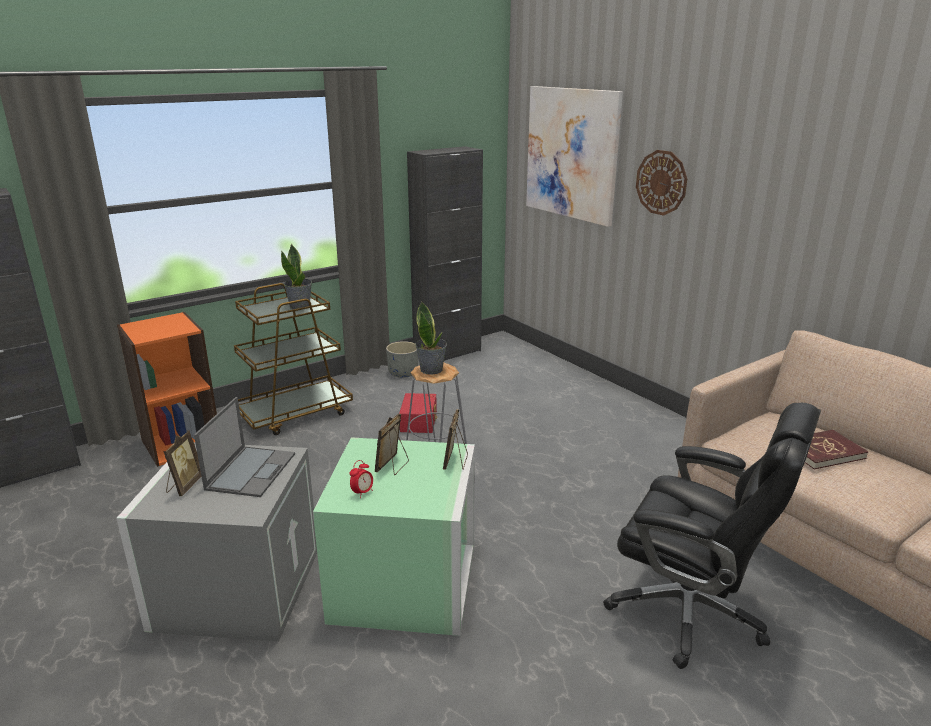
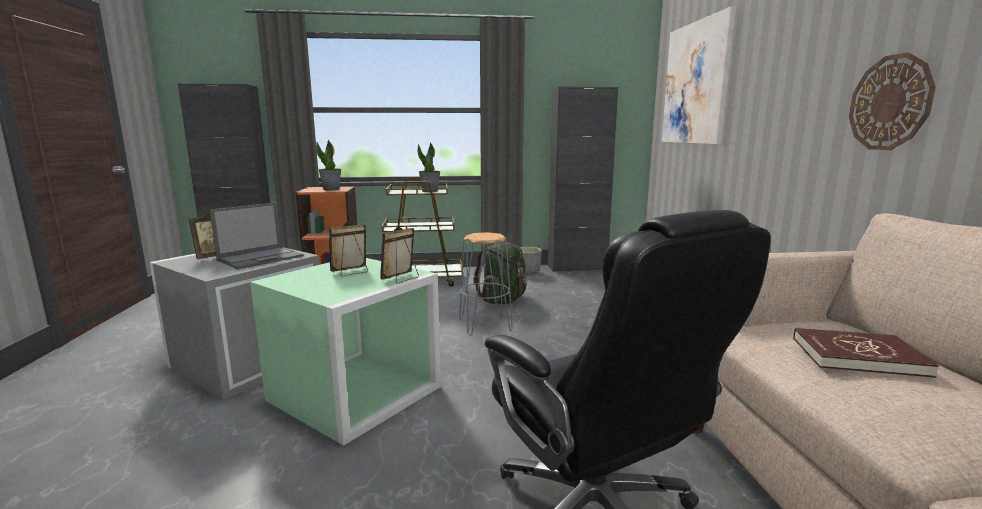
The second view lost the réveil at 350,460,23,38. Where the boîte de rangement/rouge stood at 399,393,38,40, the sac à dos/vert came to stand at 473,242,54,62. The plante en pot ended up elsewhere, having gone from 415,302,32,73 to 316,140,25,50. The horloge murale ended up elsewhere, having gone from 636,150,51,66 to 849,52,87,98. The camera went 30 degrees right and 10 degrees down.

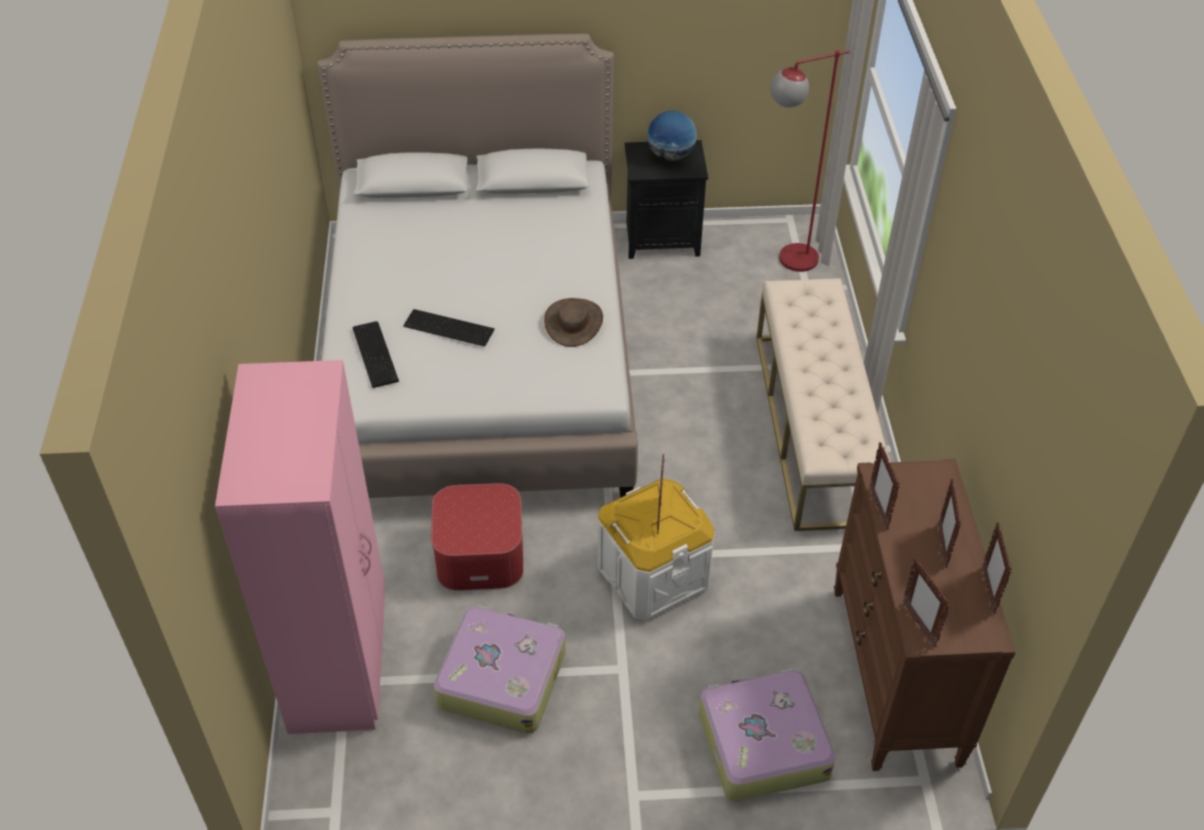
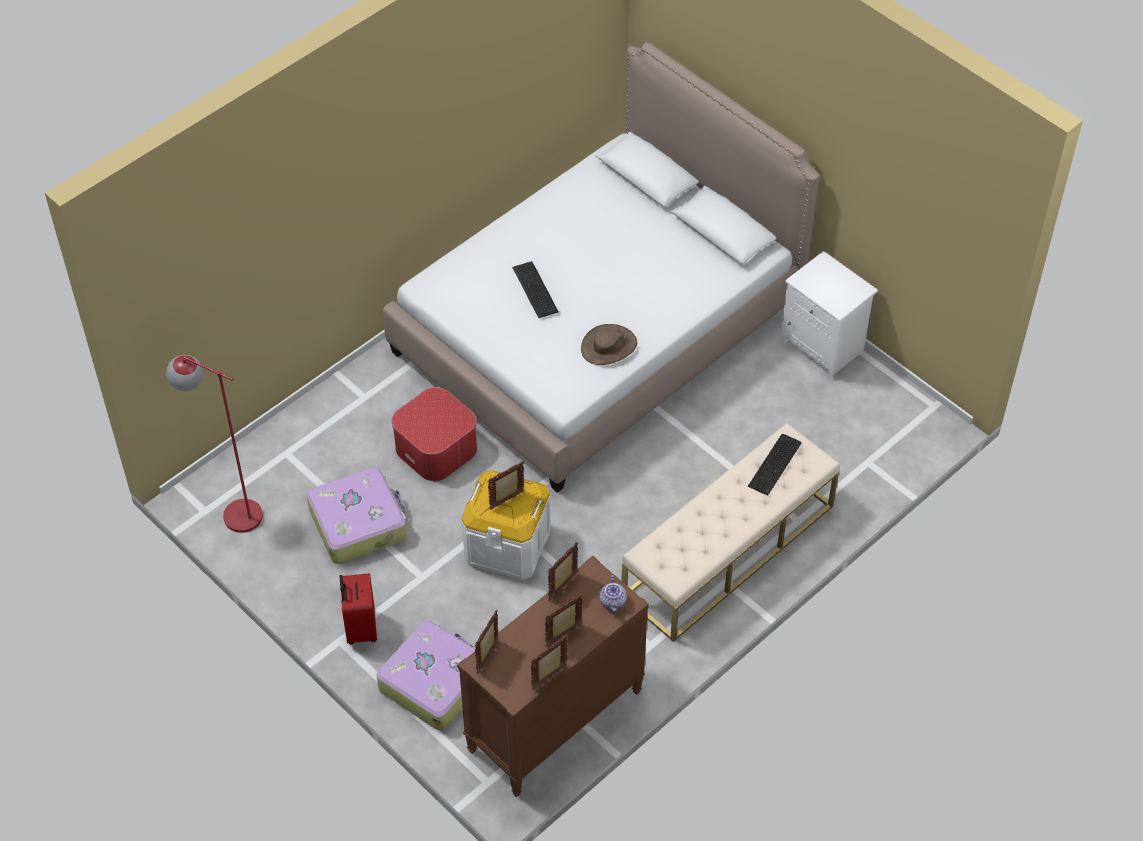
The second view lost the armoire/rose at 215,360,170,374. The clavier ended up elsewhere, having gone from 352,321,47,67 to 748,434,54,62. What was the table de chevet/noir at 625,140,83,119 turned into the table de chevet/blanc at 780,251,98,129. The second view lost the globe at 648,111,49,50. The lampadaire/rouge ended up elsewhere, having gone from 771,50,79,222 to 166,355,97,178. The second view gained the valise/rouge at 339,573,38,72. The second view gained the théière at 600,575,27,38. The camera went 50 degrees right and 5 degrees up.

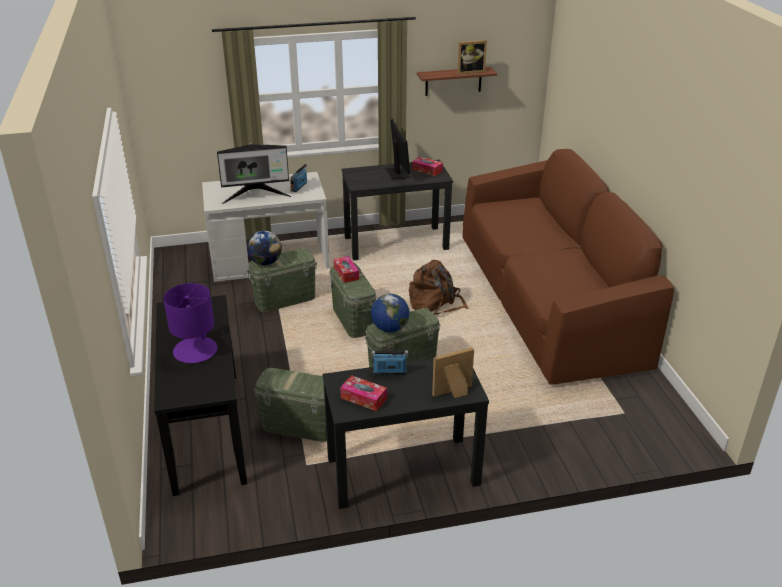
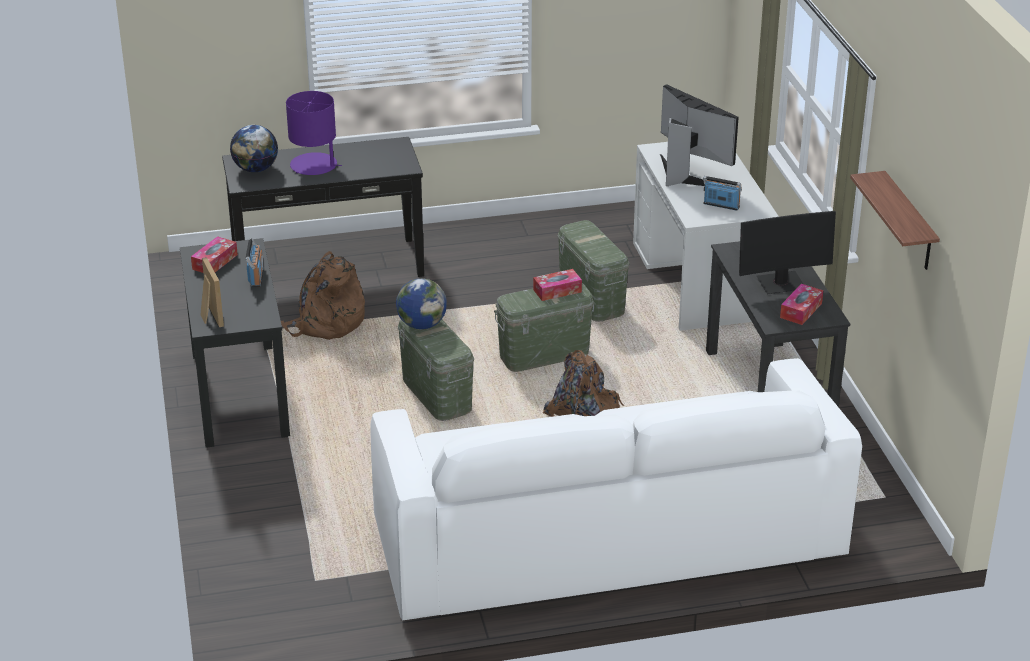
The écran d'ordinateur at 217,143,75,61 ended up facing another way, 150 degrees clockwise from before. The globe ended up elsewhere, having gone from 247,231,35,34 to 230,125,48,47. Where the boîte de rangement/vert stood at 254,368,73,74, the sac à dos/marron came to stand at 281,251,84,89. The second view lost the cadre photo at 457,40,30,34. What was the canapé/marron at 462,149,212,236 turned into the canapé/blanc at 370,358,492,262. The camera went 90 degrees right and 0 degrees up.

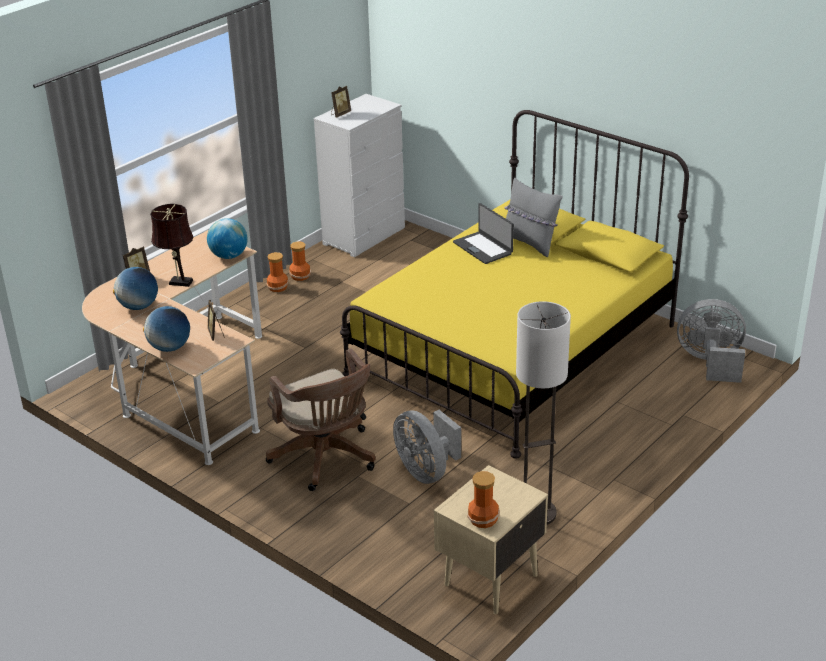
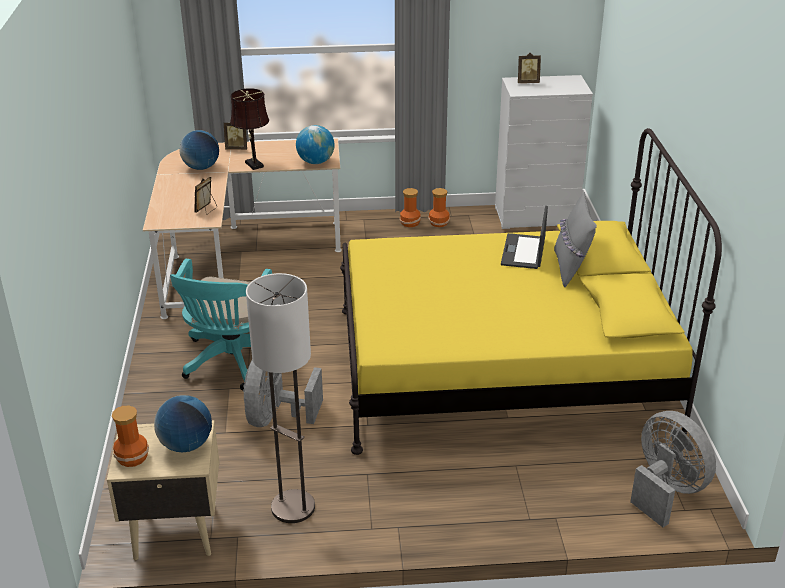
The globe ended up elsewhere, having gone from 143,306,47,46 to 154,395,58,57. What was the chaise de bureau/marron at 266,348,110,143 turned into the chaise de bureau/turquoise at 170,259,102,132. The camera went 45 degrees right and 0 degrees up.

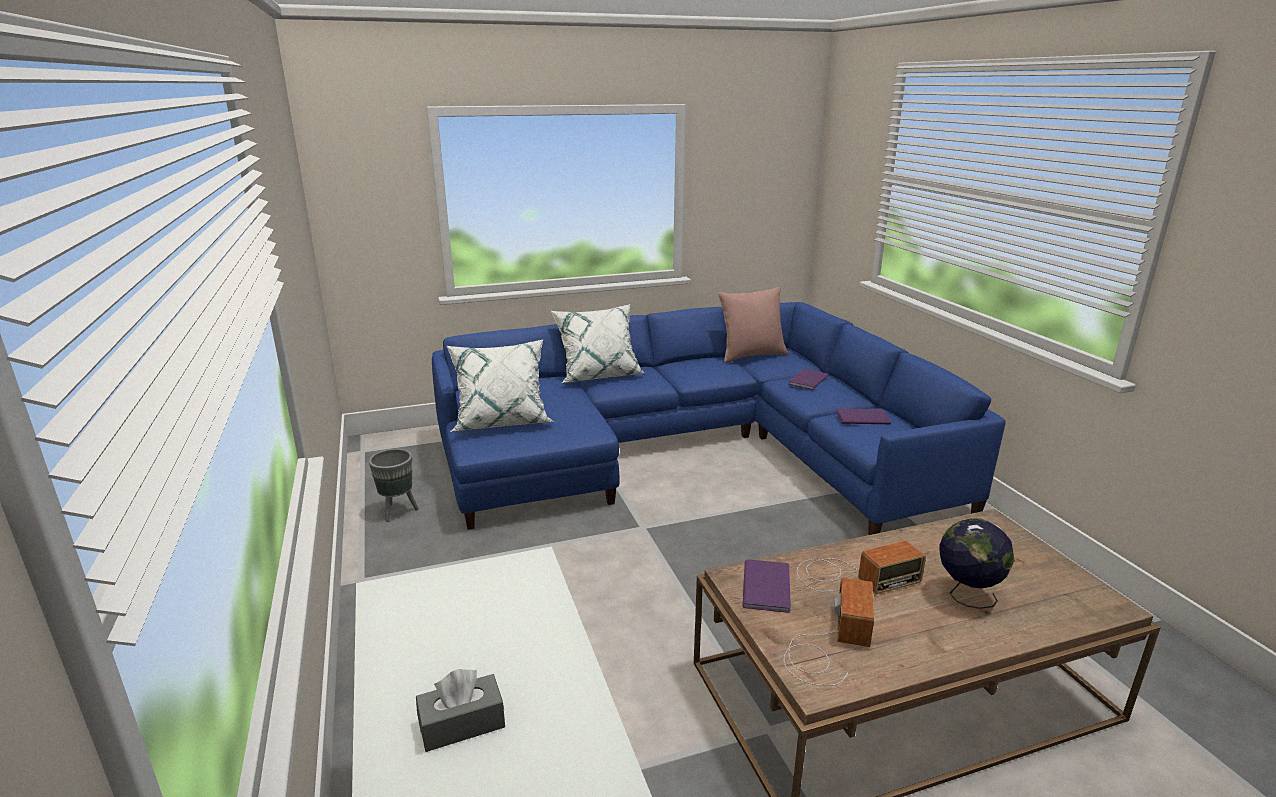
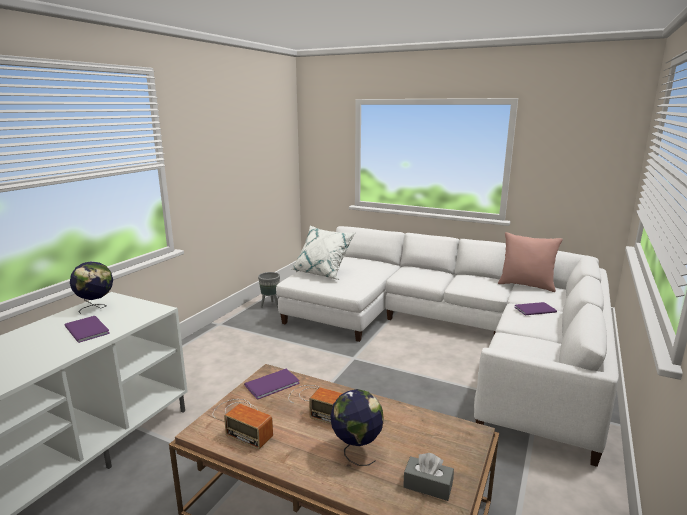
The boîte à mouchoirs/gris ended up elsewhere, having gone from 416,669,89,83 to 403,453,51,48. What was the canapé/bleu at 432,302,574,233 turned into the canapé/blanc at 276,226,343,241. The second view lost the coussin/blanc at 551,304,94,79. The radio at 784,577,90,109 ended up facing another way, 60 degrees clockwise from before. The livre/violet ended up elsewhere, having gone from 836,409,55,15 to 65,316,45,27. The second view gained the globe at 70,261,43,53. The camera went 45 degrees right and 5 degrees down.

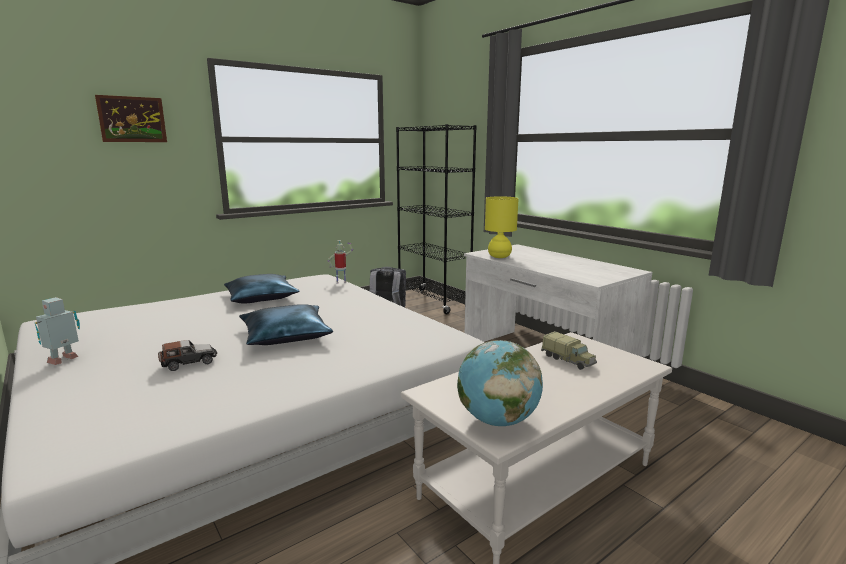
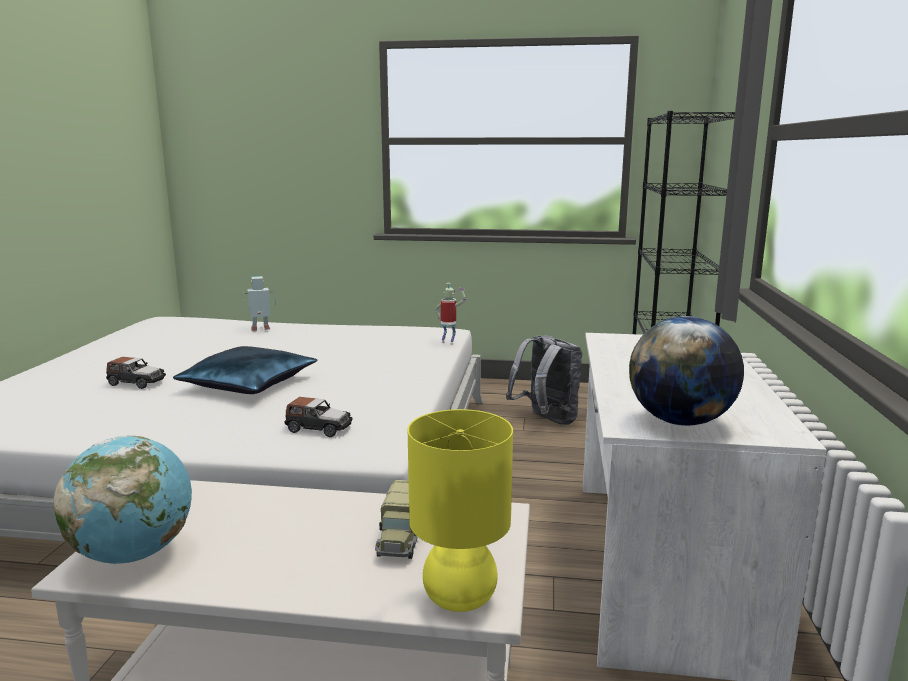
The robot jouet ended up elsewhere, having gone from 35,297,45,68 to 243,276,33,55. The second view lost the tableau at 95,95,72,47. The second view lost the coussin/bleu at 224,274,76,29. The lampe de table/jaune ended up elsewhere, having gone from 485,196,34,62 to 408,409,105,203. The second view gained the petite voiture at 284,397,69,40. The second view gained the globe at 629,316,115,110. The camera went 45 degrees right and 0 degrees up.

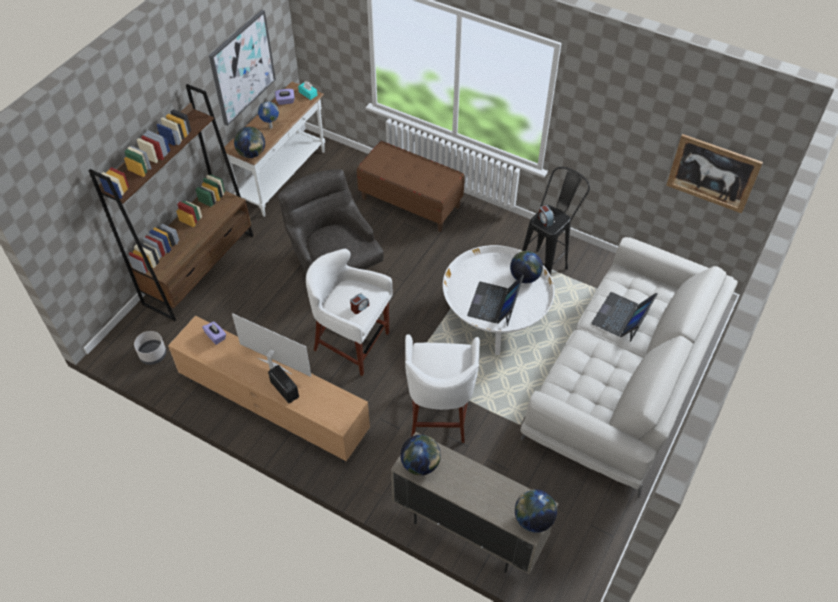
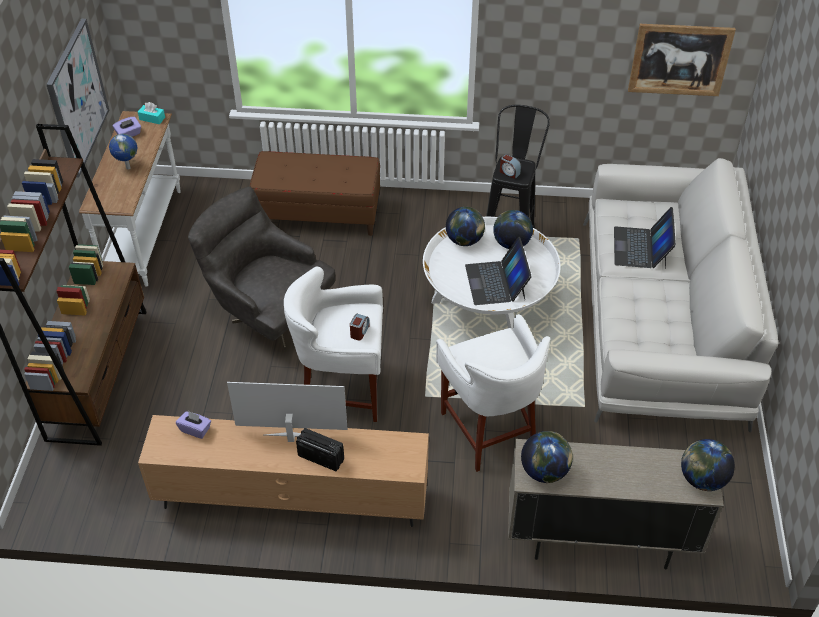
The second view lost the cache-pot/gris at 134,331,32,34. The globe ended up elsewhere, having gone from 234,127,31,31 to 446,207,39,39. The camera went 25 degrees left and 5 degrees down.

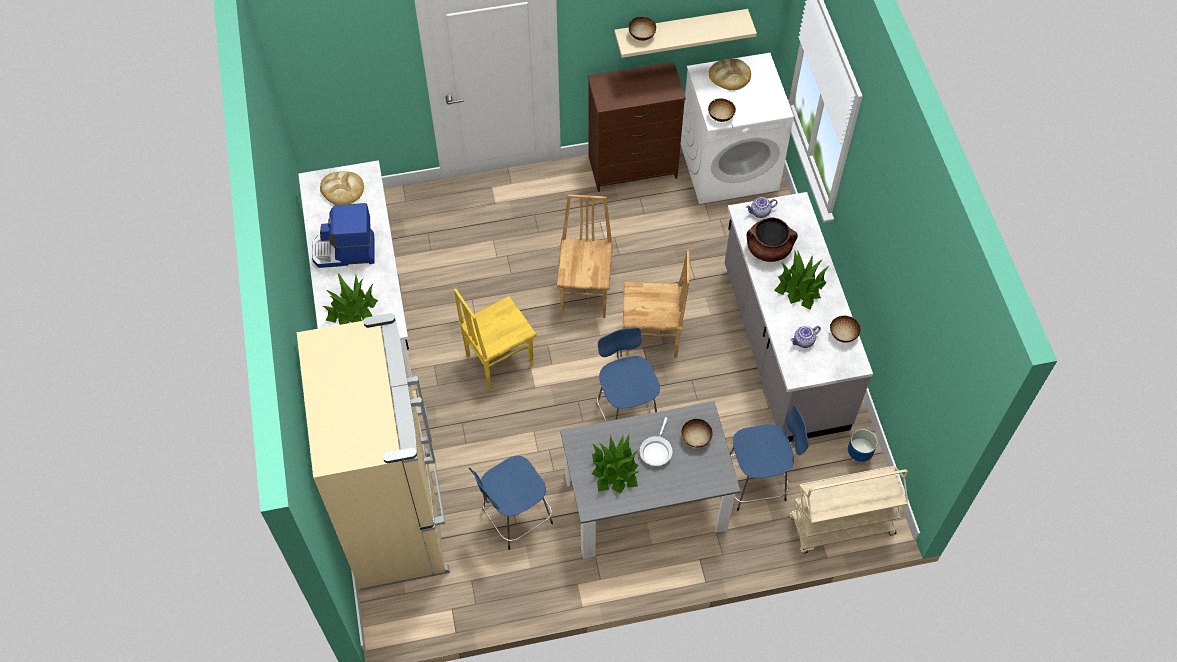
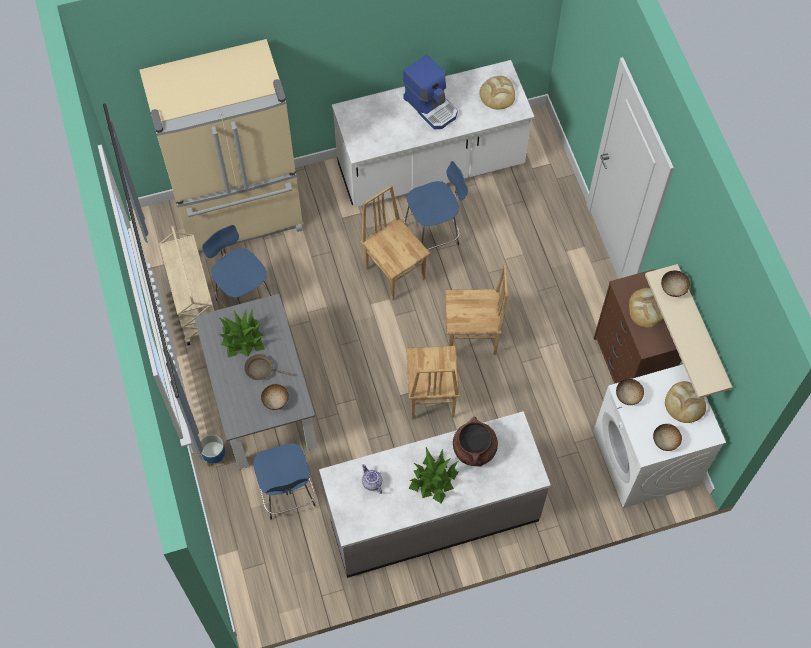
The machine à café at 312,203,63,65 ended up facing another way, 150 degrees clockwise from before. The second view lost the plante en pot at 322,274,56,51. What was the chaise/jaune at 454,288,83,101 turned into the chaise/marron at 361,185,69,115. The tabouret/bleu ended up elsewhere, having gone from 596,328,64,94 to 403,161,65,89. What was the poêle/blanc at 640,417,32,49 turned into the poêle/marron at 244,354,51,26. The second view lost the théière at 746,197,32,21. The chariot/beige ended up elsewhere, having gone from 789,466,119,88 to 159,226,55,120. The bol ended up elsewhere, having gone from 830,315,31,28 to 653,424,29,27. The cache-pot ended up elsewhere, having gone from 847,429,31,37 to 201,435,25,32. The second view gained the pain at 629,288,35,40. The camera went 85 degrees right and 5 degrees up.

